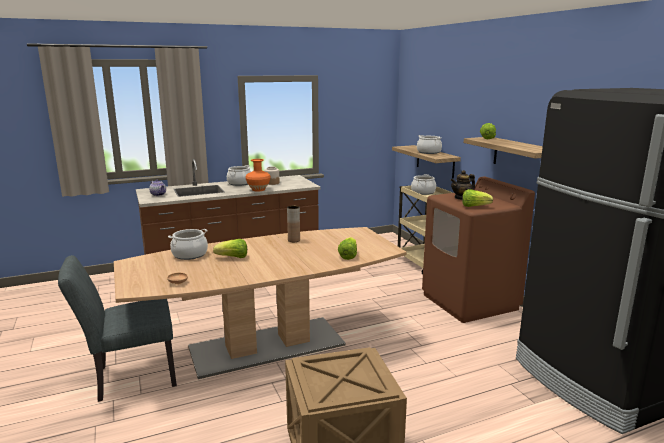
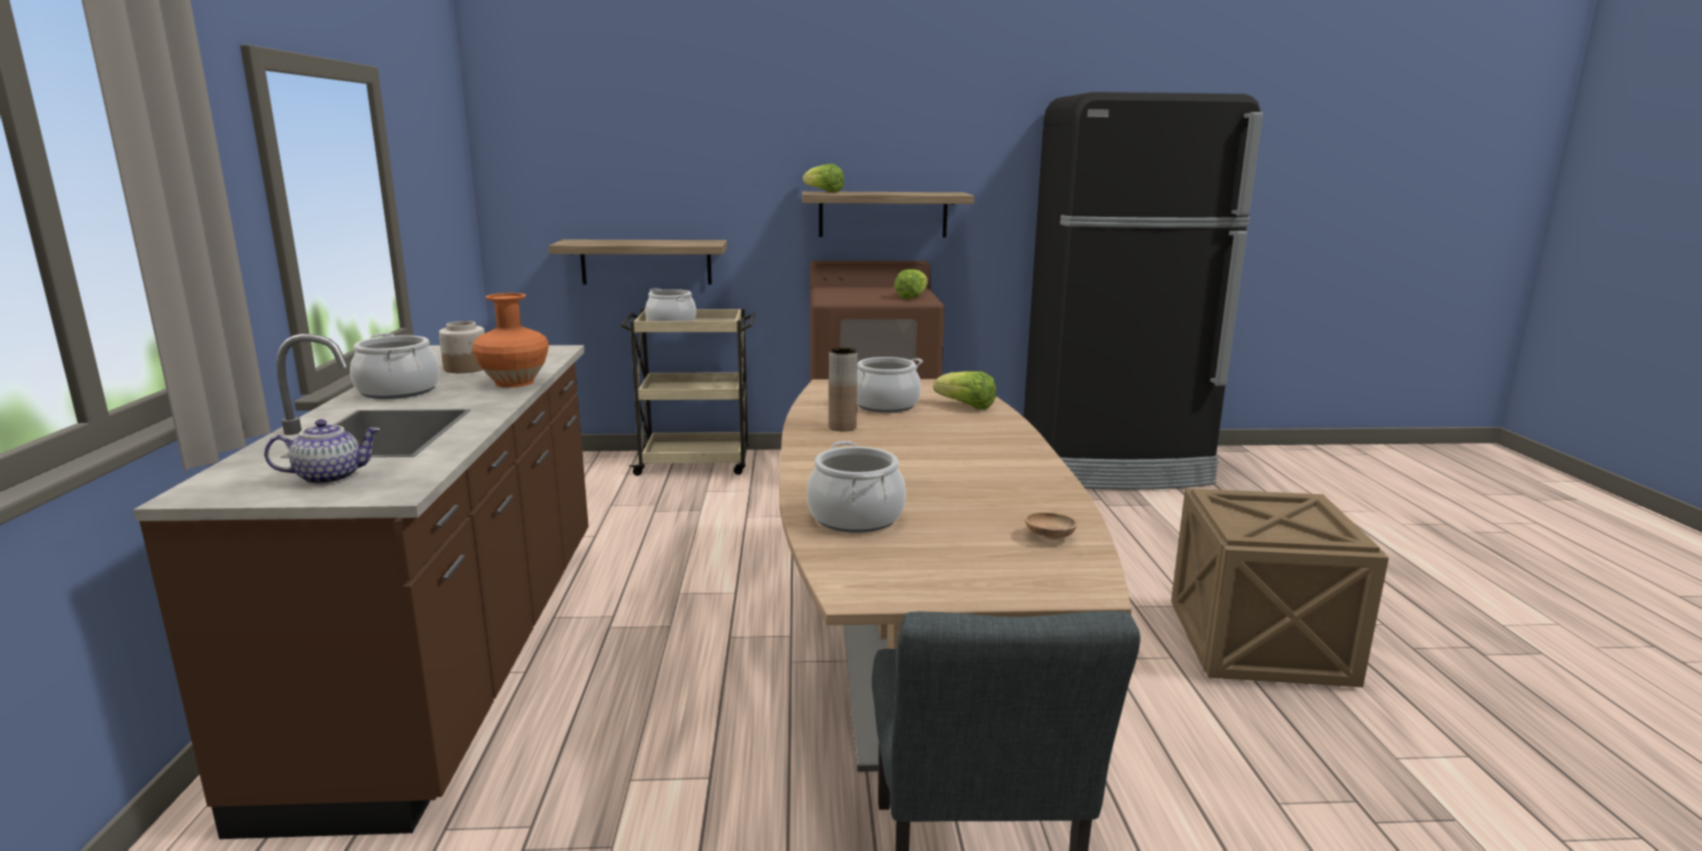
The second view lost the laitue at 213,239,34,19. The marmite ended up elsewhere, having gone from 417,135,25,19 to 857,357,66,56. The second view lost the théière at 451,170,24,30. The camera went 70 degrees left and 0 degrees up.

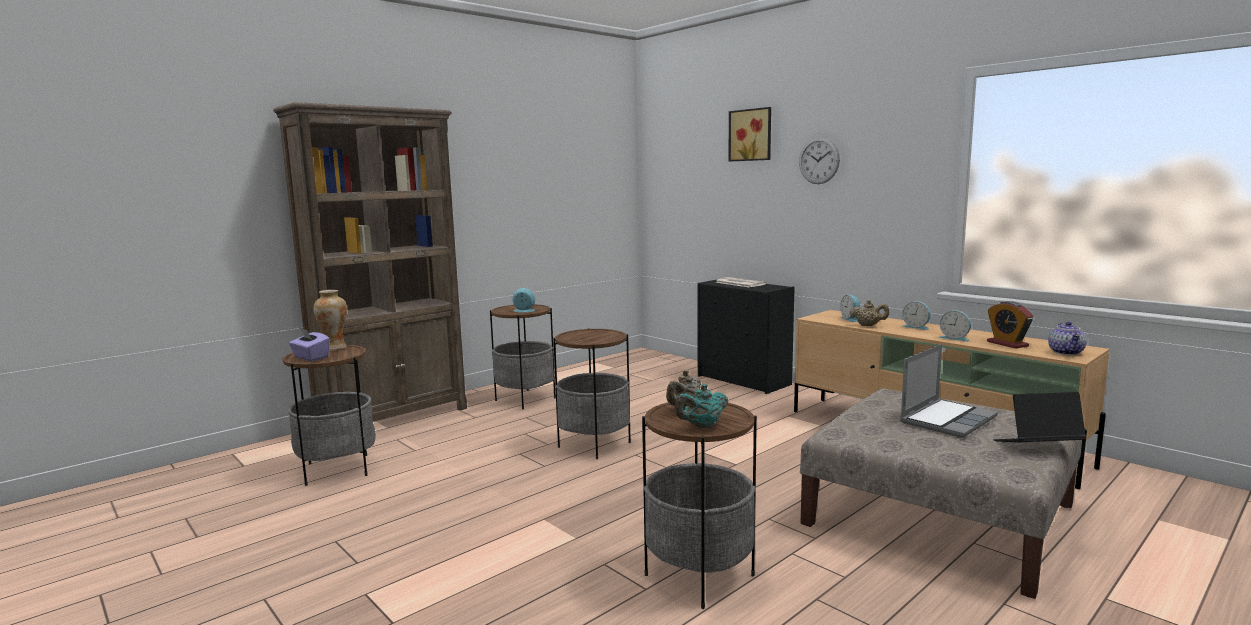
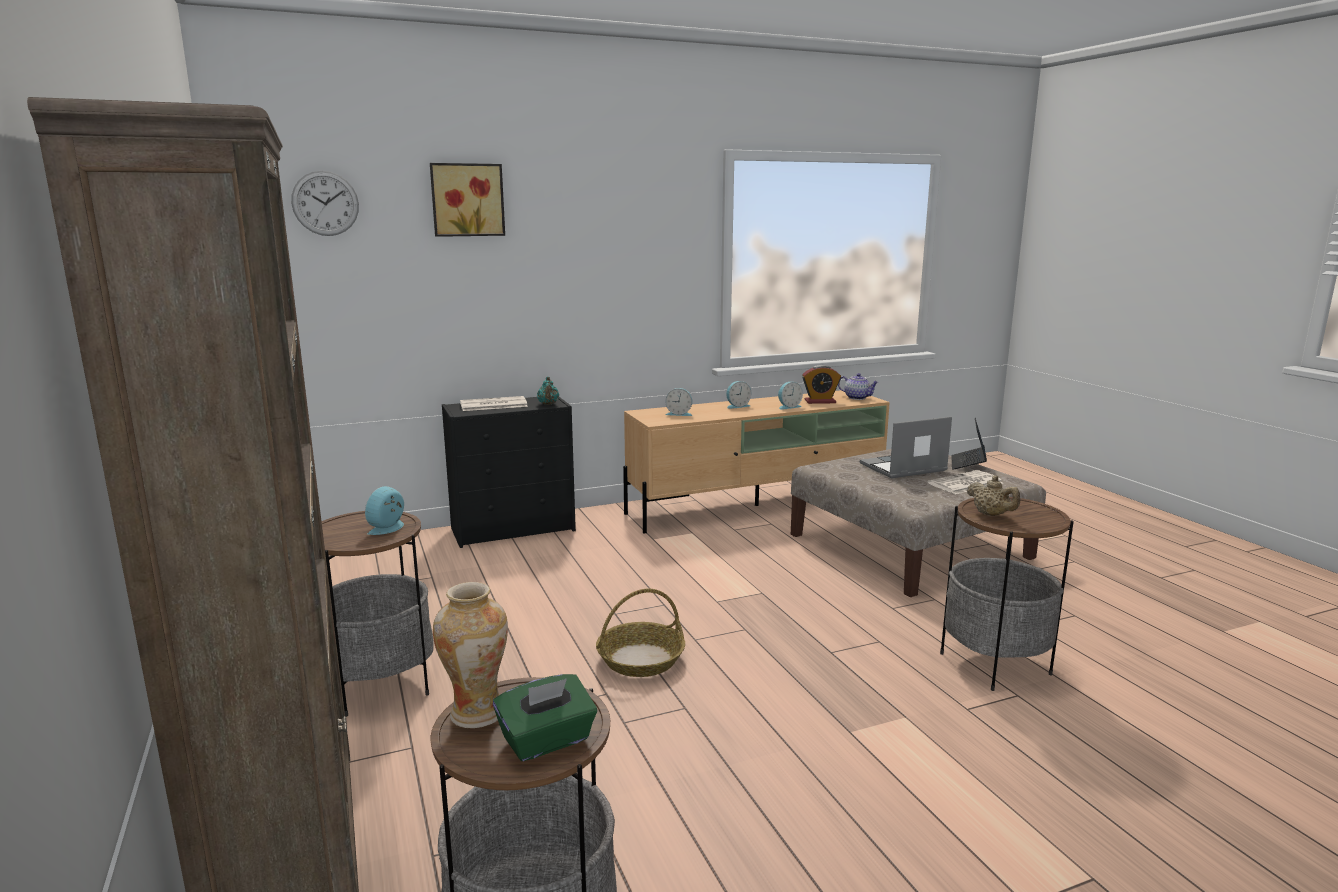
What was the boîte à mouchoirs/violet at 289,328,41,33 turned into the boîte à mouchoirs/vert at 493,674,104,87. Where the table d'appoint stood at 553,328,78,131, the panier came to stand at 596,589,89,88. The théière/turquoise ended up elsewhere, having gone from 675,384,53,44 to 537,377,22,28. The horloge murale ended up elsewhere, having gone from 799,137,41,47 to 291,171,68,65. The second view lost the théière/beige at 849,300,40,26. The ordinateur portable at 900,344,98,94 ended up facing another way, 90 degrees counterclockwise from before. The second view gained the journal at 928,470,75,24. The camera went 70 degrees left and 5 degrees up.

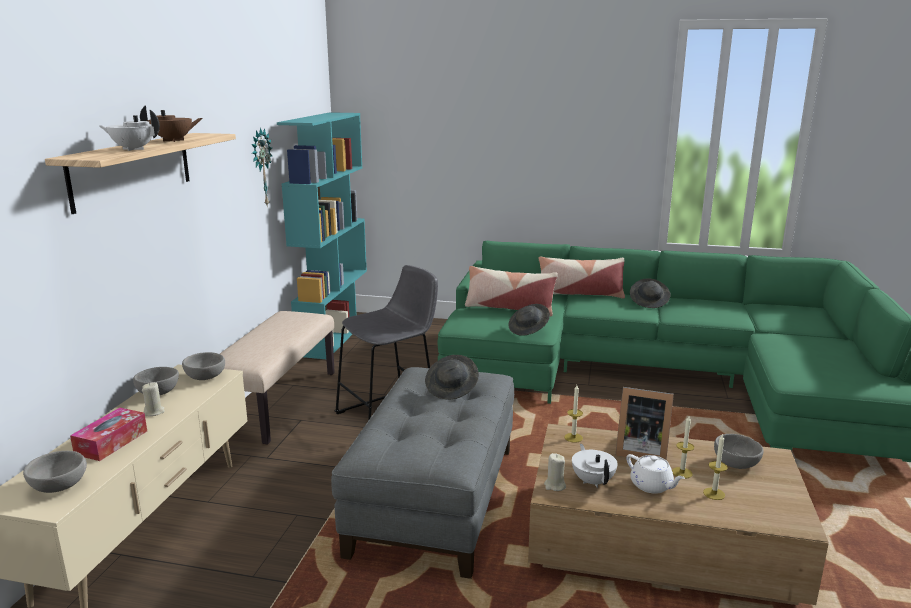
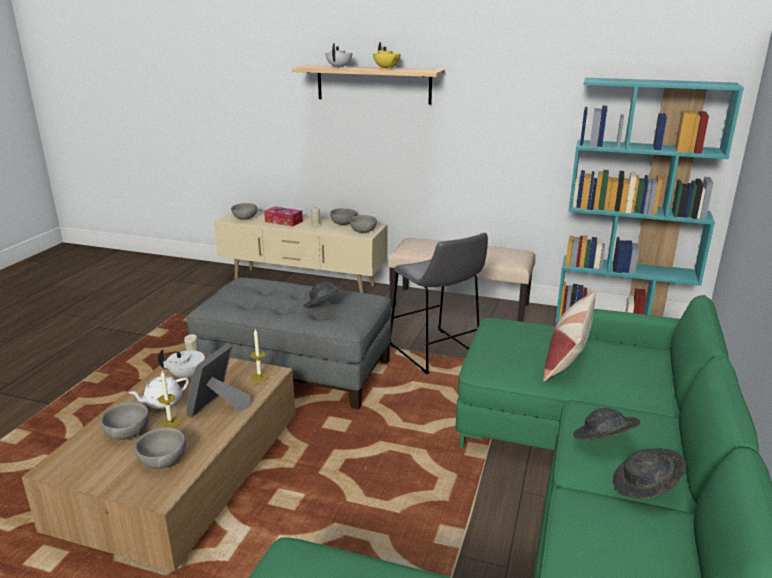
What was the théière/marron at 140,105,63,37 turned into the théière/jaune at 373,42,28,28. The second view lost the horloge murale at 252,128,20,78. The chapeau/gris ended up elsewhere, having gone from 509,304,41,32 to 573,408,68,32. The second view lost the coussin at 539,257,86,42. Where the bougie stood at 703,434,25,66, the bol/gris came to stand at 100,402,49,38. The camera went 95 degrees right and 5 degrees up.

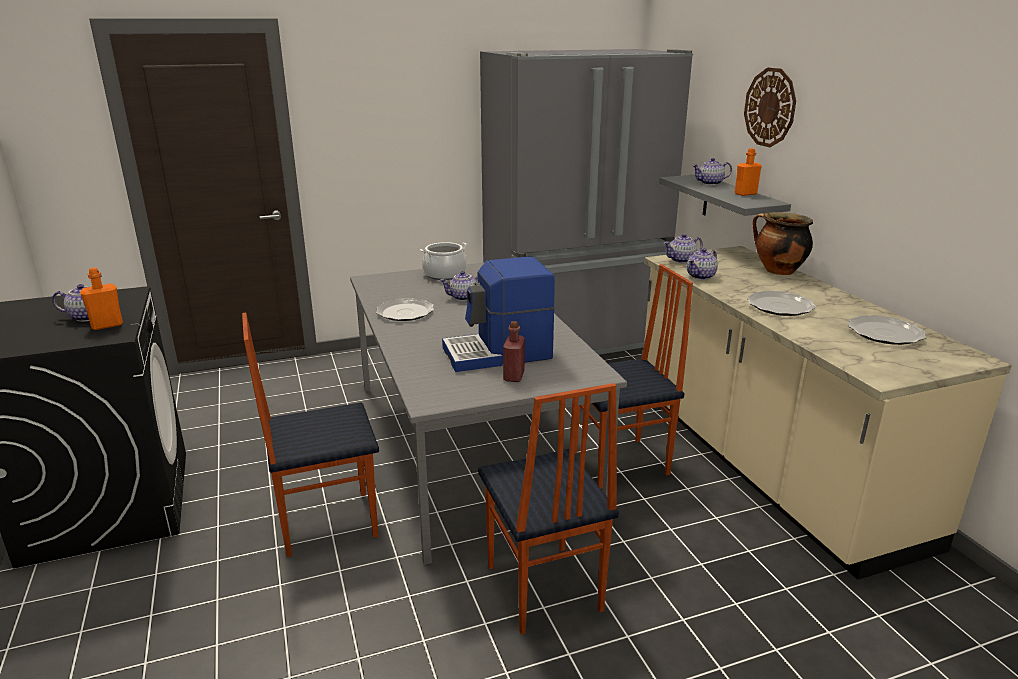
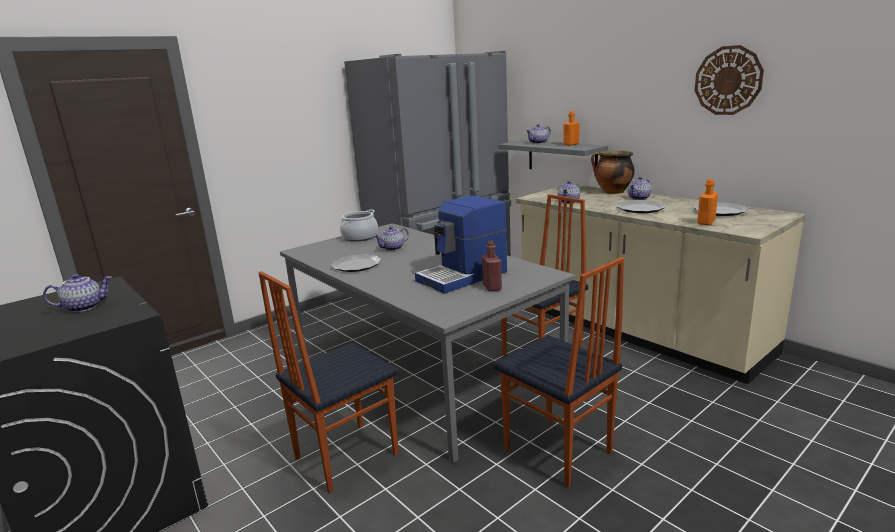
The bouteille/orange ended up elsewhere, having gone from 80,267,43,63 to 697,179,21,46. The théière ended up elsewhere, having gone from 664,234,39,29 to 628,177,23,23. The horloge murale ended up elsewhere, having gone from 744,68,52,79 to 695,45,69,70. The camera went 20 degrees left and 5 degrees down.

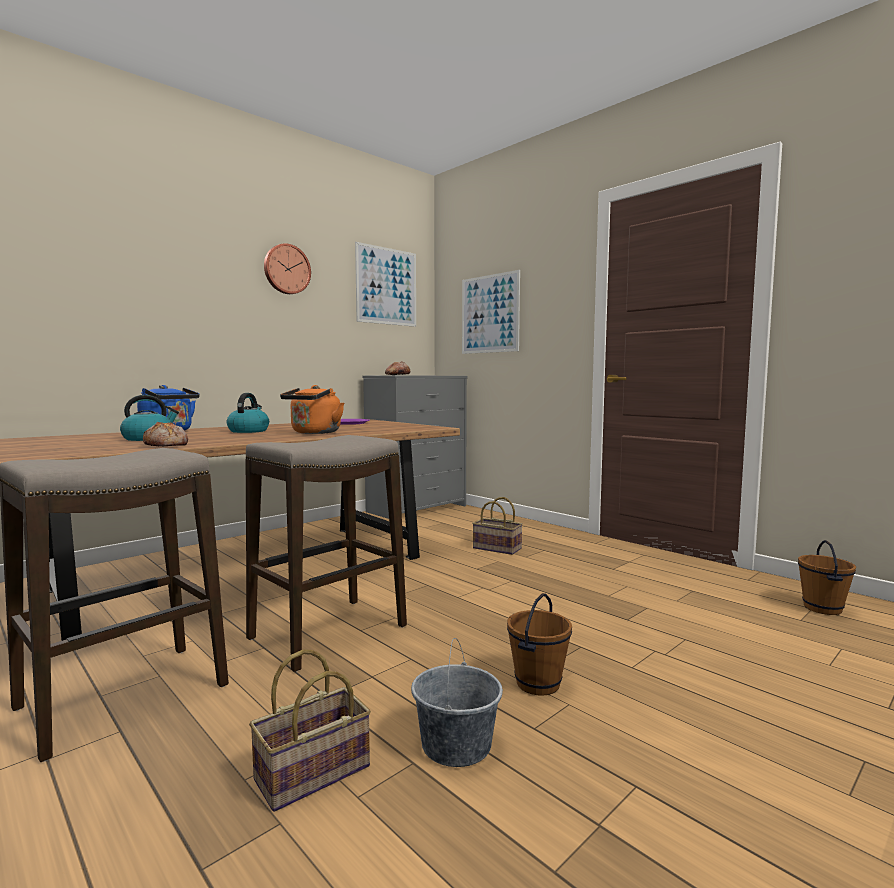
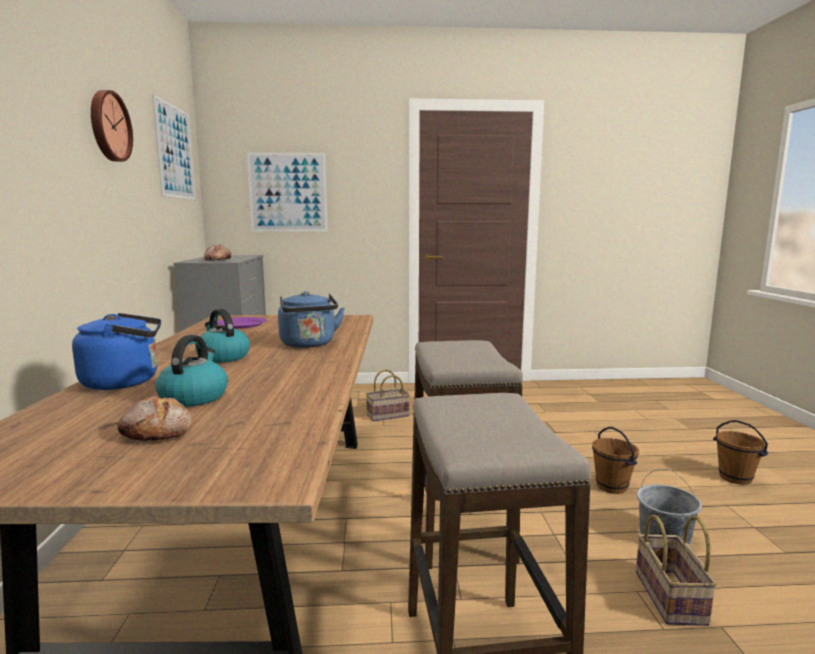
The pain ended up elsewhere, having gone from 143,422,45,25 to 118,396,74,45. What was the bouilloire/orange at 280,385,64,49 turned into the bouilloire/bleu at 278,291,67,57. The seau/marron ended up elsewhere, having gone from 798,540,58,75 to 713,420,55,65. The camera went 50 degrees left and 5 degrees up.

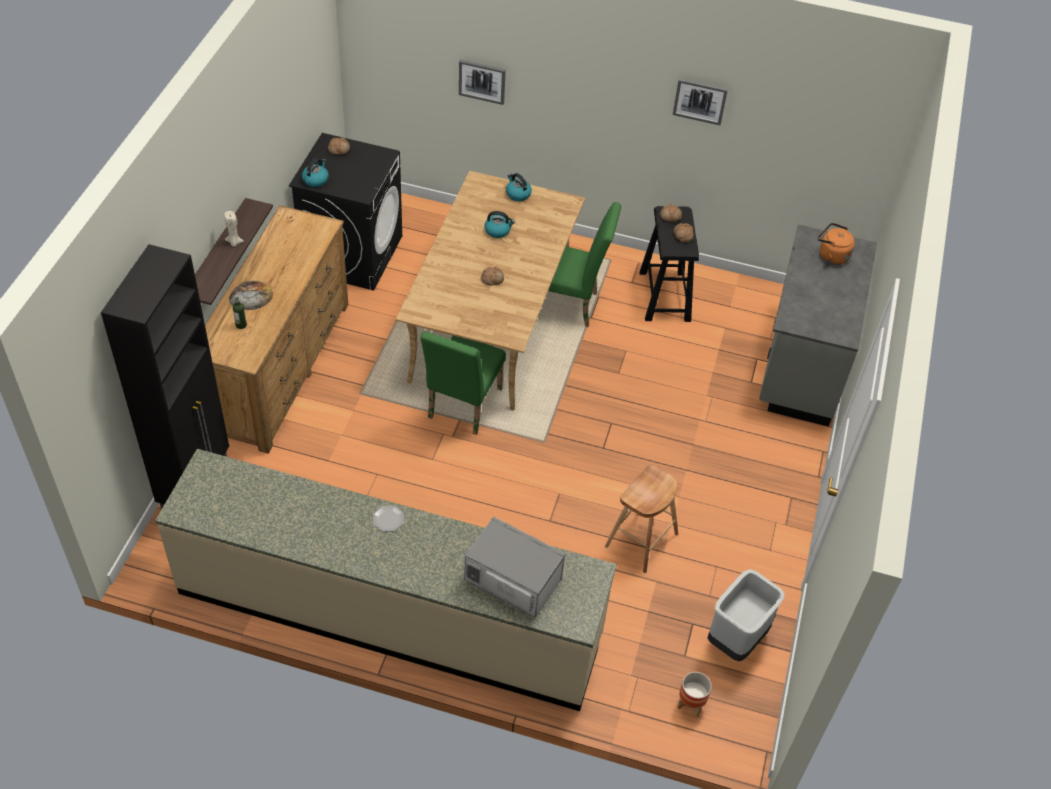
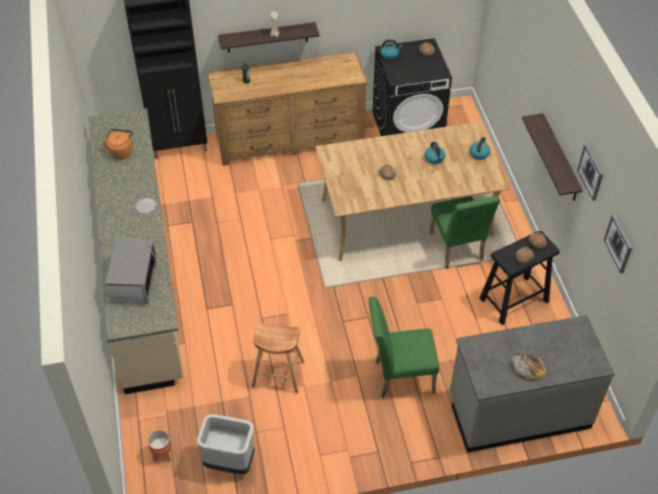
The pain ended up elsewhere, having gone from 229,281,44,29 to 509,352,38,30. The chaise/vert ended up elsewhere, having gone from 420,331,86,104 to 368,296,71,102. The tableau ended up elsewhere, having gone from 459,59,47,46 to 604,214,28,59. The bouilloire/orange ended up elsewhere, having gone from 818,223,37,42 to 101,129,32,31. The second view gained the étagère at 522,113,61,88. The camera went 65 degrees right and 0 degrees up.

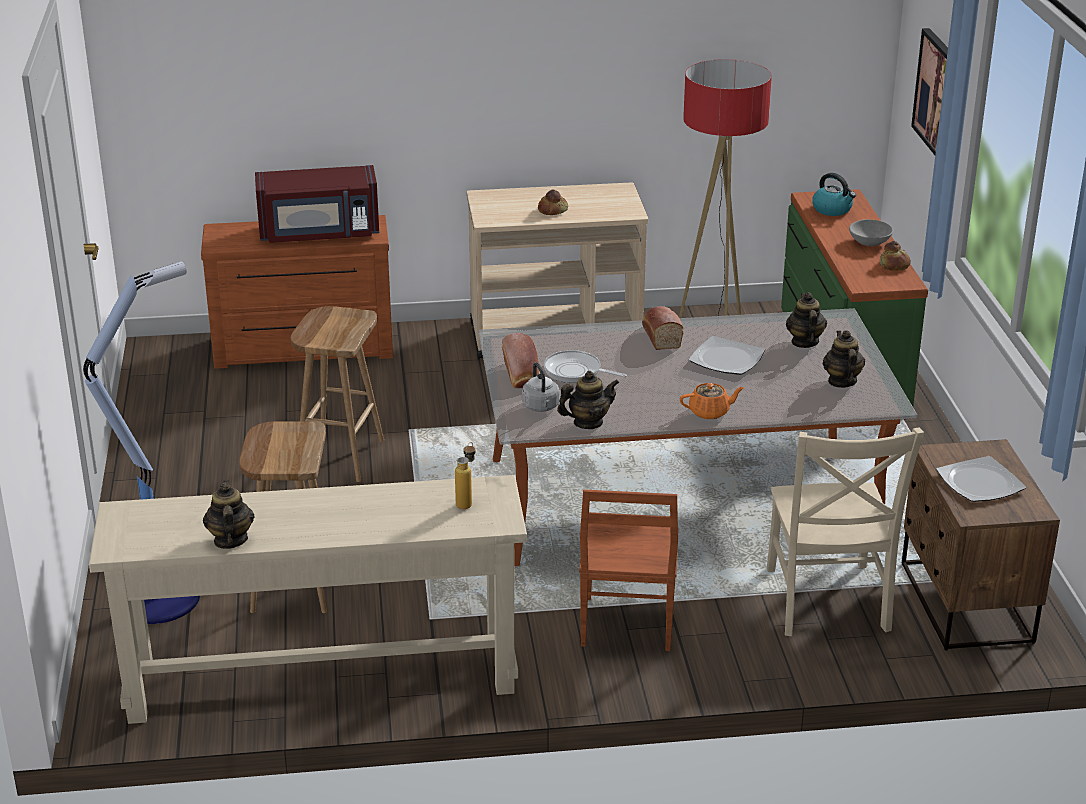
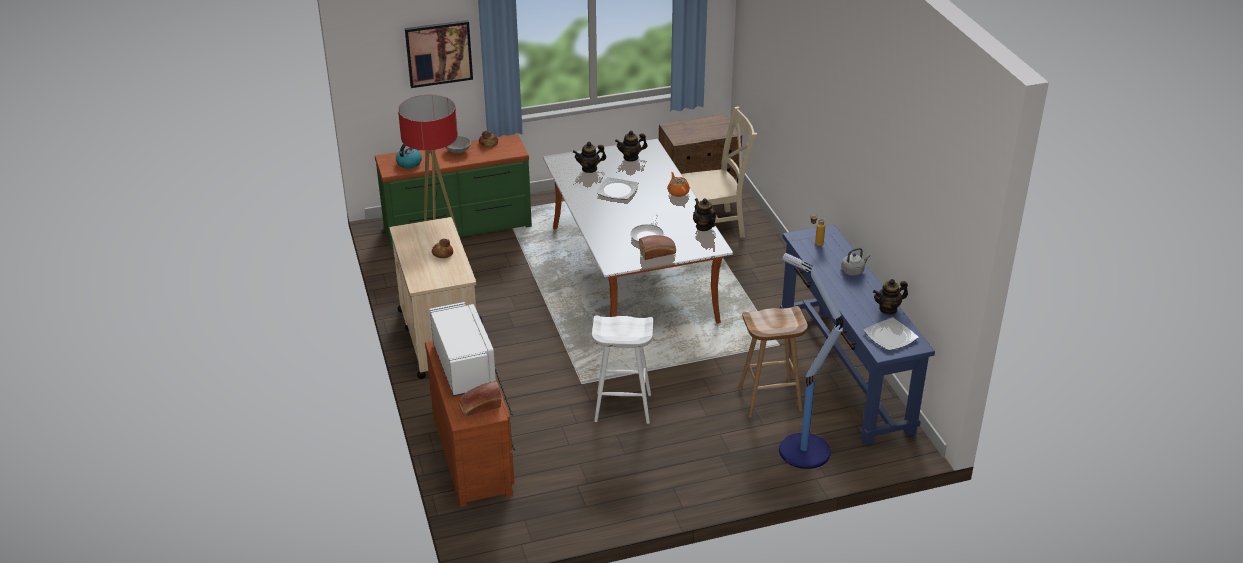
What was the table console/beige at 89,475,438,249 turned into the table console/bleu at 780,224,155,221. What was the micro-ondes/rouge at 255,165,124,78 turned into the micro-ondes/blanc at 429,302,67,94. What was the tabouret/marron at 290,306,94,176 turned into the tabouret/blanc at 592,315,61,109. The bouilloire/gris ended up elsewhere, having gone from 522,362,38,50 to 841,248,29,28. The second view lost the chaise/marron at 579,490,100,161. The pain ended up elsewhere, having gone from 642,306,41,44 to 459,382,42,34. The assiette ended up elsewhere, having gone from 936,456,90,46 to 863,318,56,32. The camera went 100 degrees left and 5 degrees up.

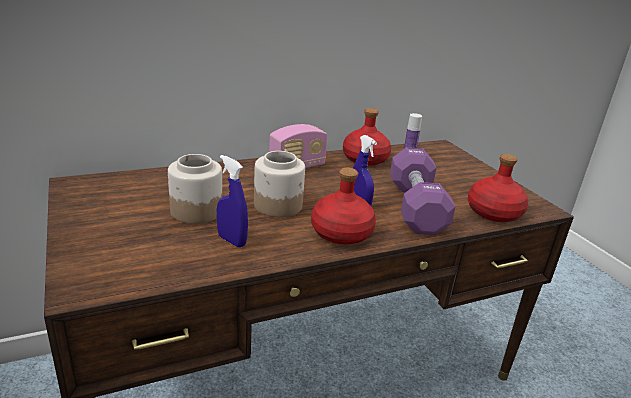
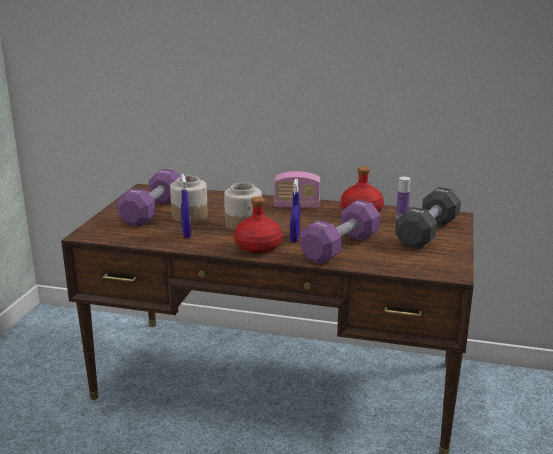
The second view lost the bouteille/rouge at 467,154,61,68. The second view gained the haltère/violet at 117,169,63,58. The second view gained the haltère/noir at 395,187,66,62. The camera went 40 degrees right and 5 degrees down.

